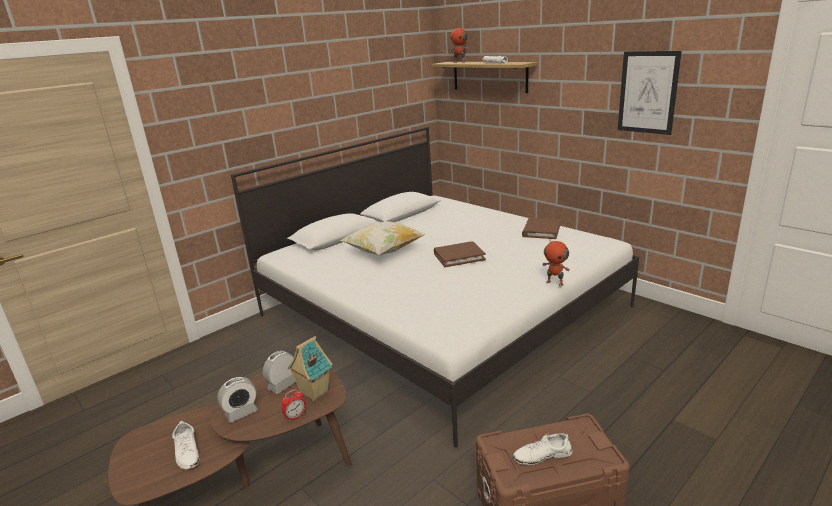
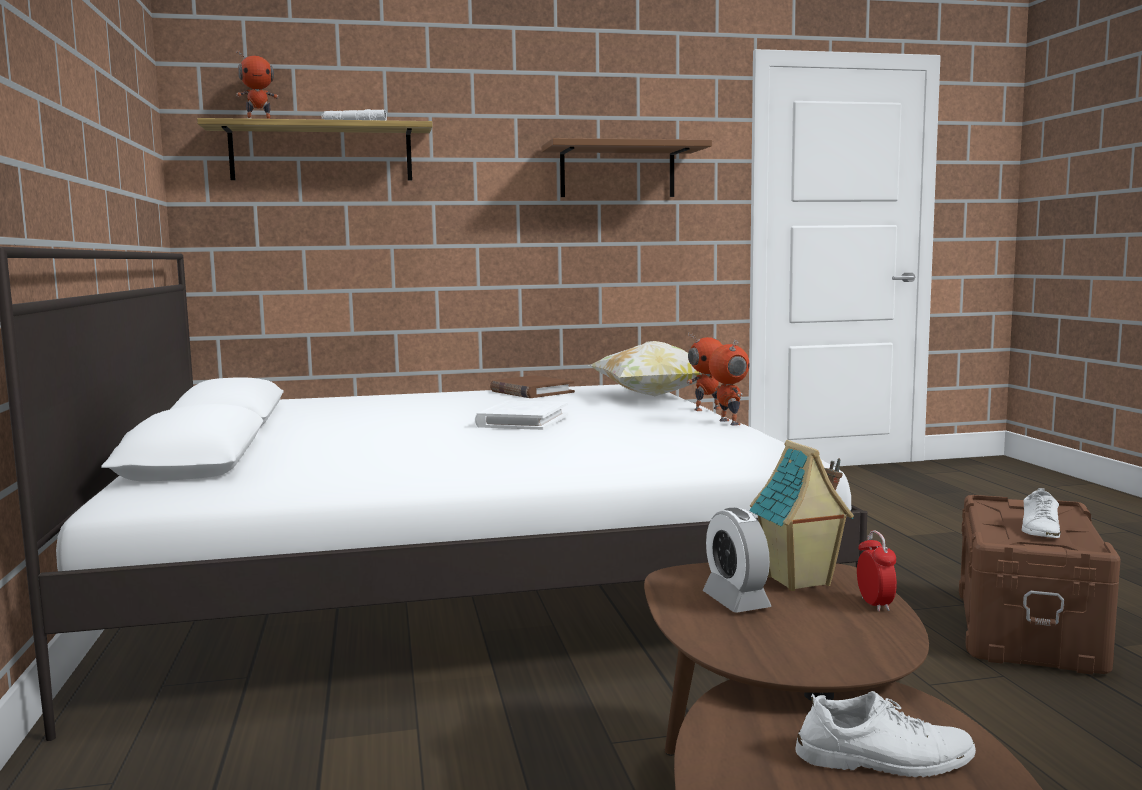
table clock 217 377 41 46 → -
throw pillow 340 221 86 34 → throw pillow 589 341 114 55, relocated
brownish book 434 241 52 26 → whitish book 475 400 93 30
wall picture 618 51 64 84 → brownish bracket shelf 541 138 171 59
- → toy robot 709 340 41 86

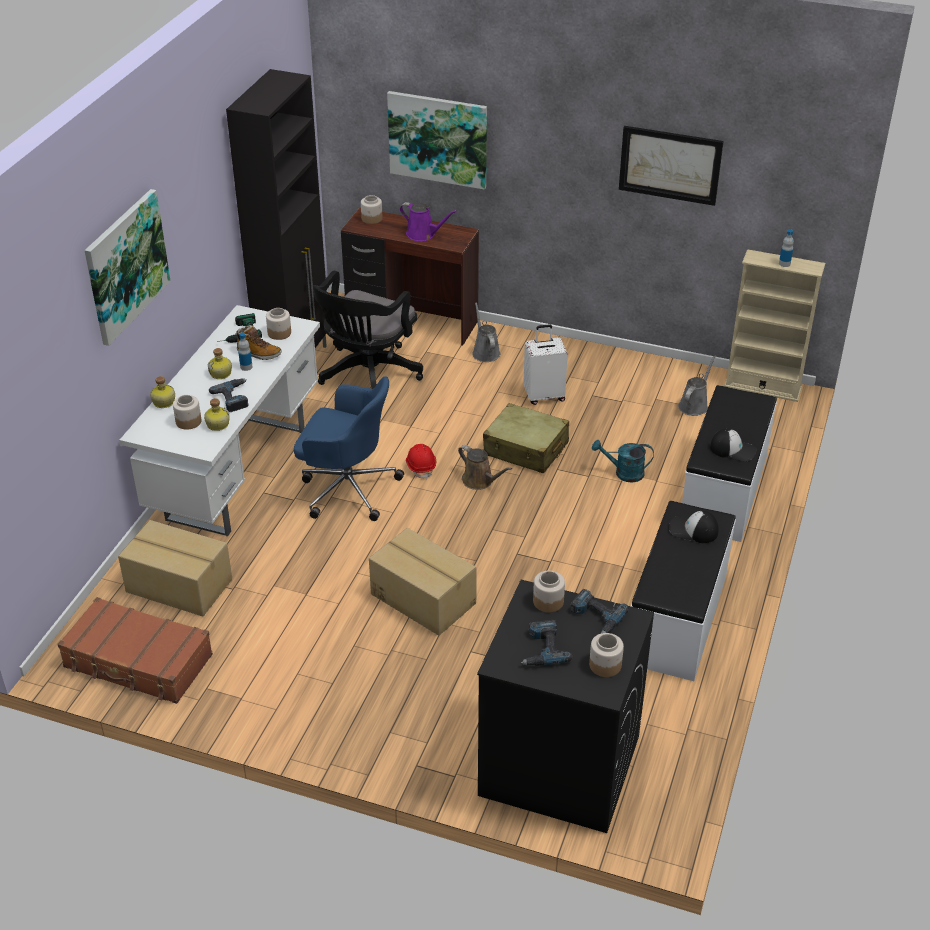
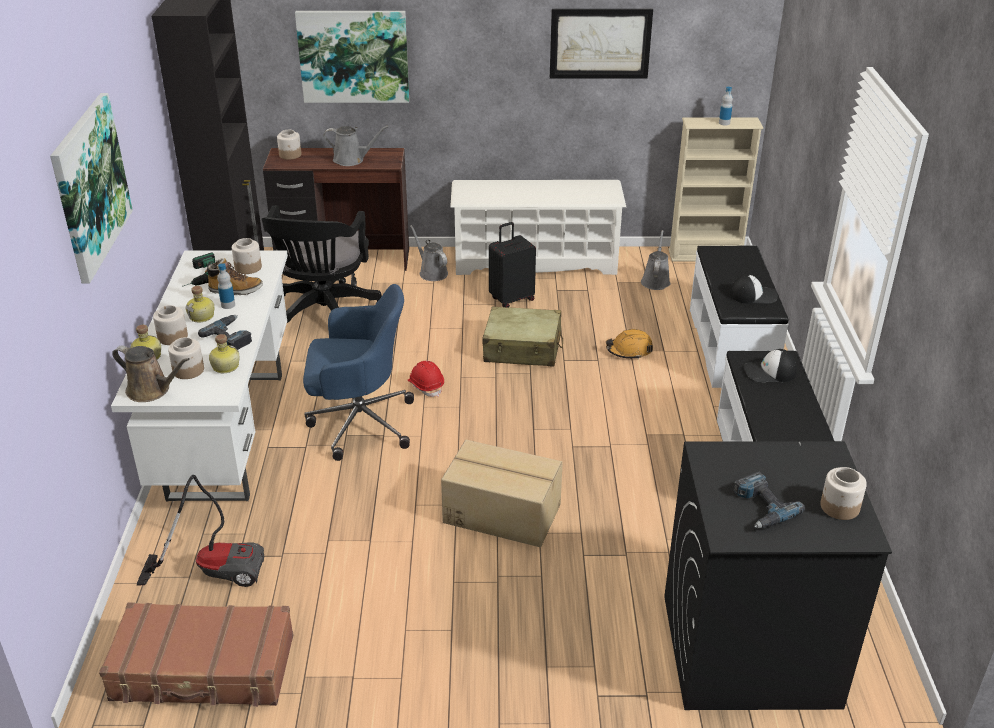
carton 118 520 114 96 → hoover 137 475 127 112
purplish watering can 400 202 57 39 → greyish watering can 323 126 66 40
brownish watering can 458 445 54 45 → brownish watering can 112 346 78 56, relocated
whitish piece of luggage 523 324 45 81 → black piece of luggage 489 222 47 85
storage jar 533 571 32 42 → storage jar 153 305 35 40, relocated
electric drill 570 589 59 44 → -
blue-green watering can 592 440 62 43 → orange safety helmet 606 329 47 30
- → whitish shoe rack 450 180 176 95

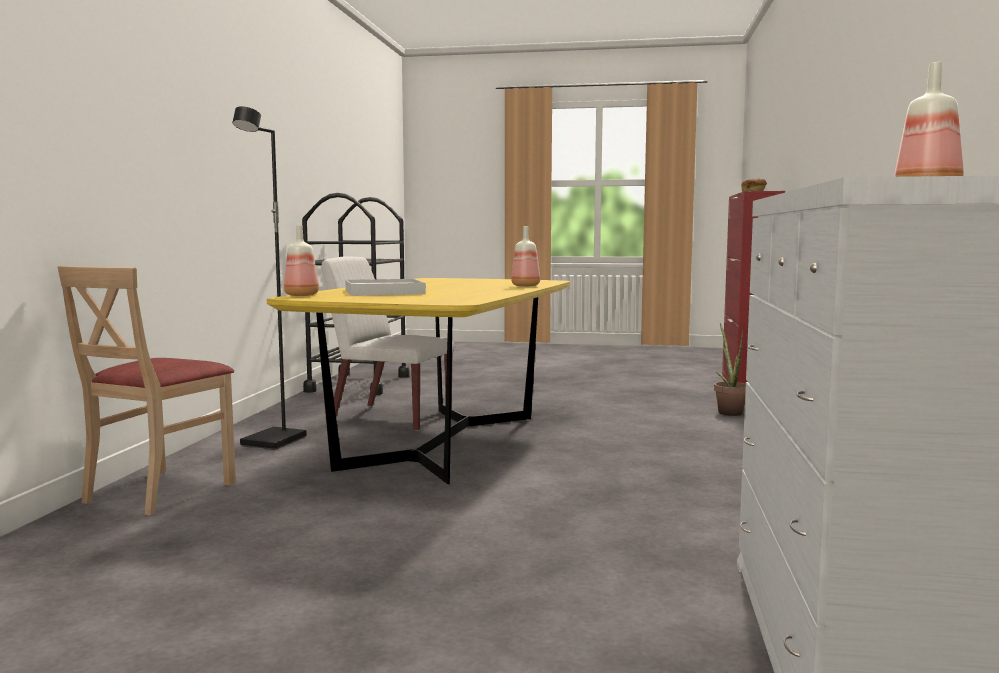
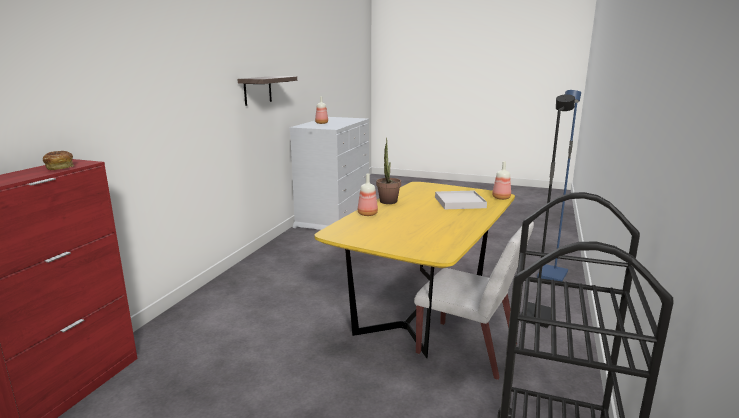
beige plain chair 58 266 178 249 → blue-coloured standard lamp 537 90 44 191
potted plant 714 323 32 93 → potted plant 376 138 25 66, relocated
- → bracket shelf 238 76 59 30

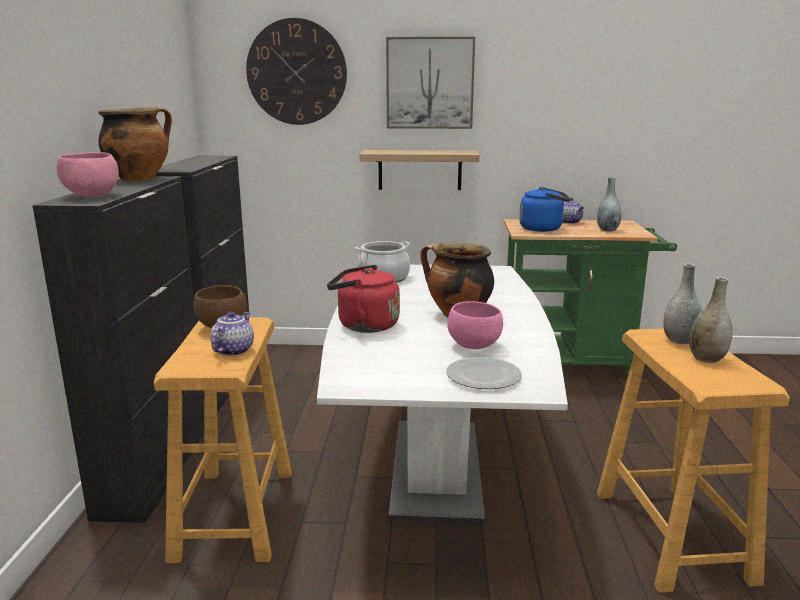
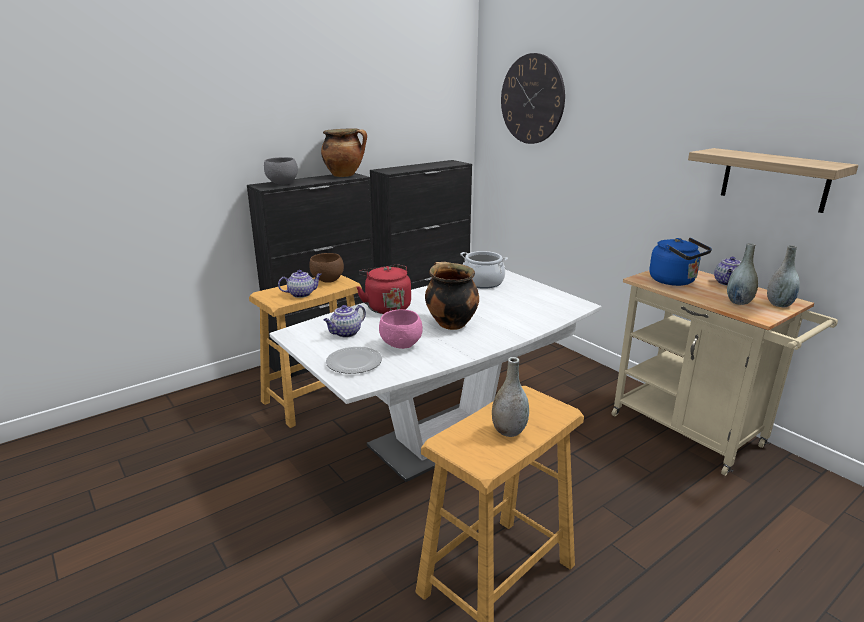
pink bowl 57 152 62 45 → greyish bowl 264 157 34 28
bracket shelf 359 150 121 40 → bracket shelf 688 148 171 65, relocated
wall picture 386 37 89 92 → -
greenish wheeled cart 504 219 173 160 → beige wheeled cart 612 270 226 206
greyish decorative vase 663 263 39 81 → greyish decorative vase 767 245 33 63, relocated
- → teapot 323 305 43 33

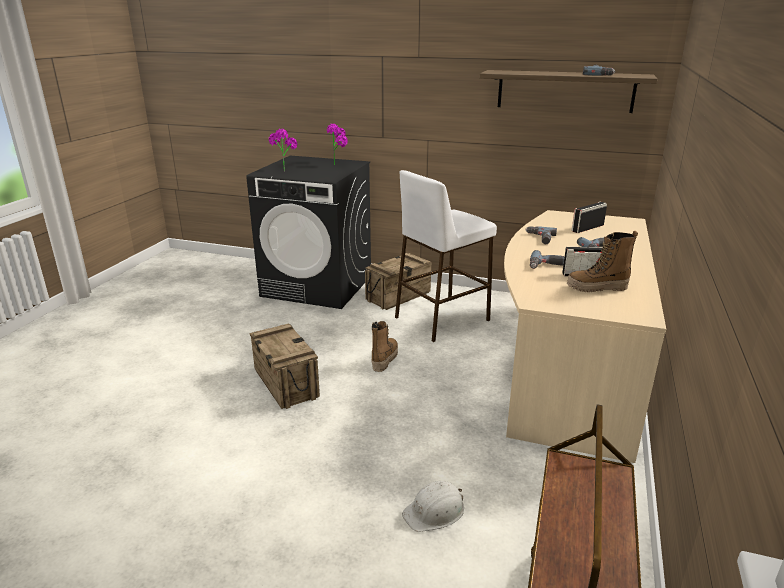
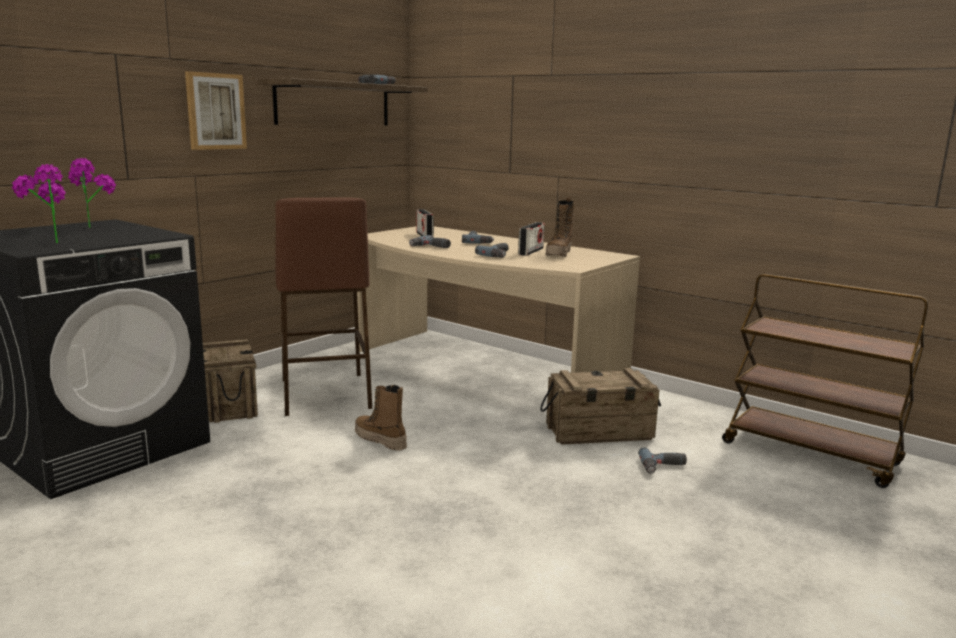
crate 250 323 70 86 → crate 540 368 121 77, relocated
whitish sitting stool 395 170 102 172 → brownish sitting stool 275 197 97 219
whitish safety helmet 402 481 62 51 → electric drill 638 447 49 27
- → wall picture 185 71 62 79

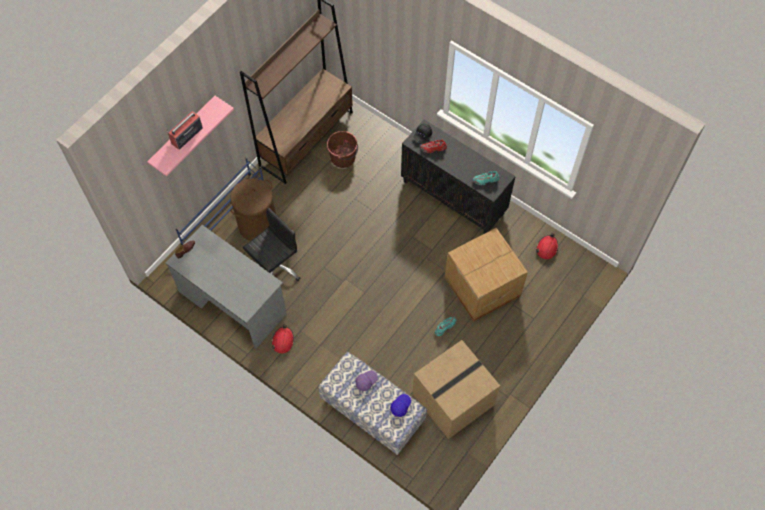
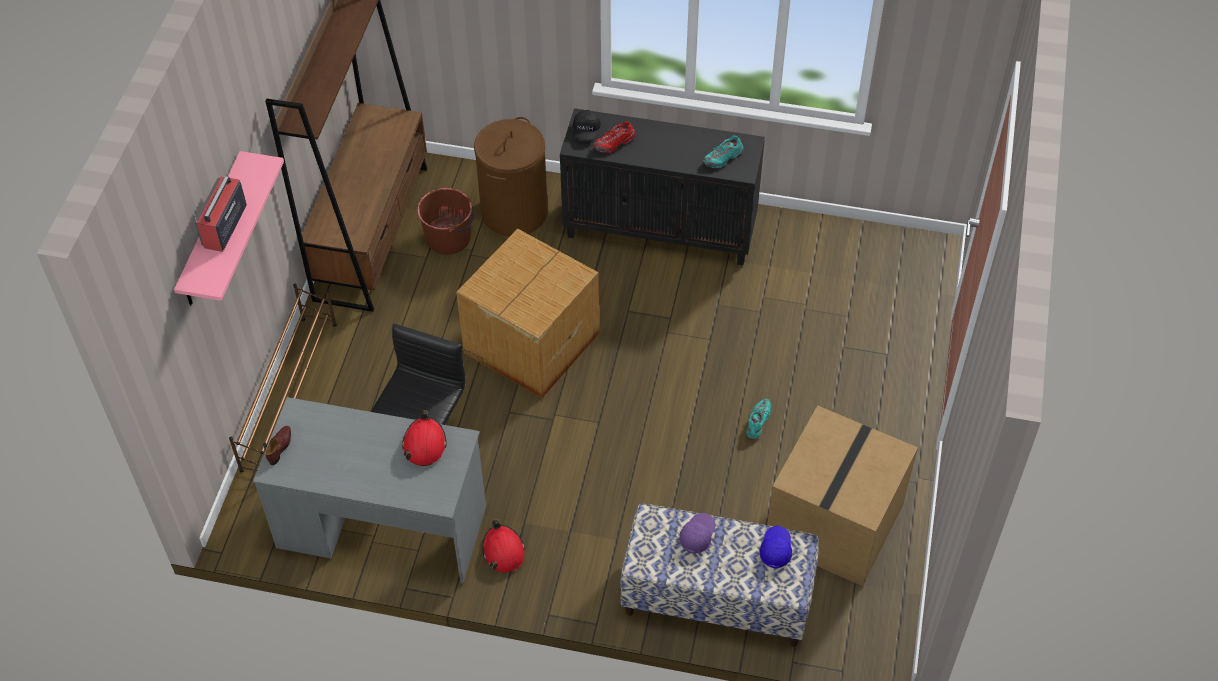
blue-coloured shoe rack 176 158 88 87 → brownish shoe rack 229 284 108 189
brownish laundry basket 230 178 46 63 → brownish laundry basket 474 117 74 119, relocated
carton 445 228 83 93 → carton 456 229 143 169, relocated
red safety helmet 536 233 22 26 → red safety helmet 402 410 45 56, relocated

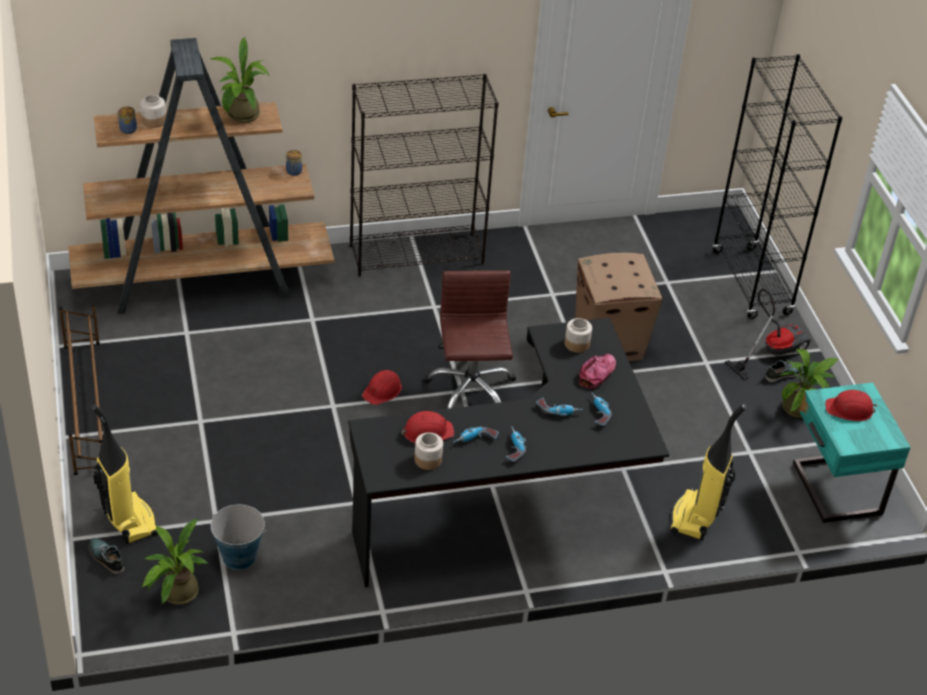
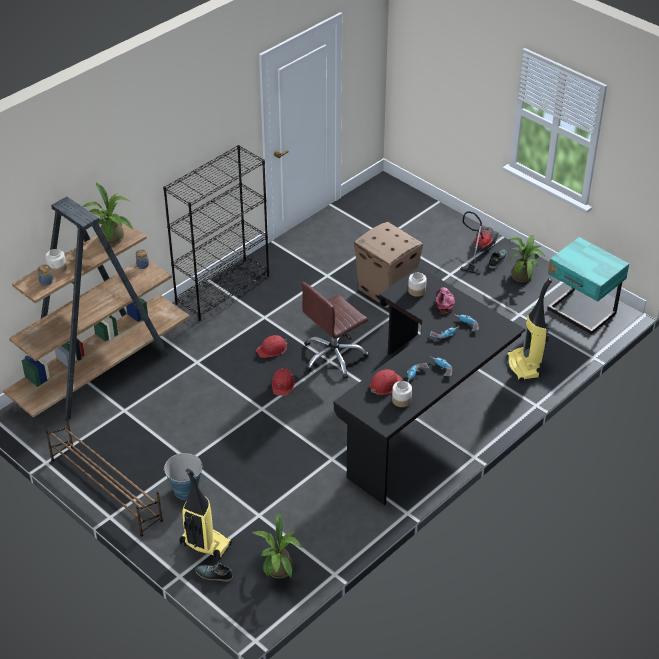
pail 211 504 56 66 → pail 164 453 39 47, relocated
brownish computer chair 424 271 92 138 → brownish computer chair 301 282 68 97, 90 degrees counterclockwise
black shelving unit 712 54 131 265 → -
red safety helmet 825 390 52 31 → red safety helmet 256 335 31 23, relocated

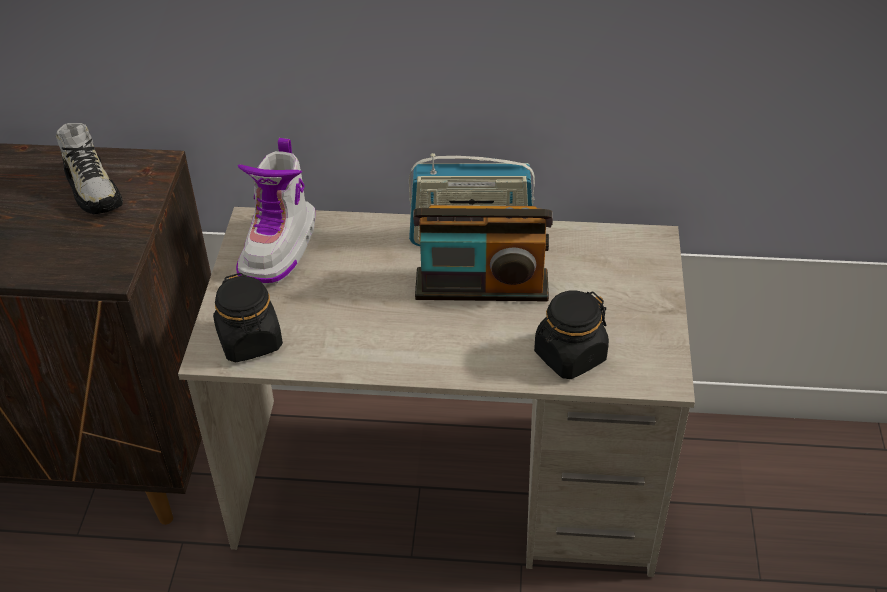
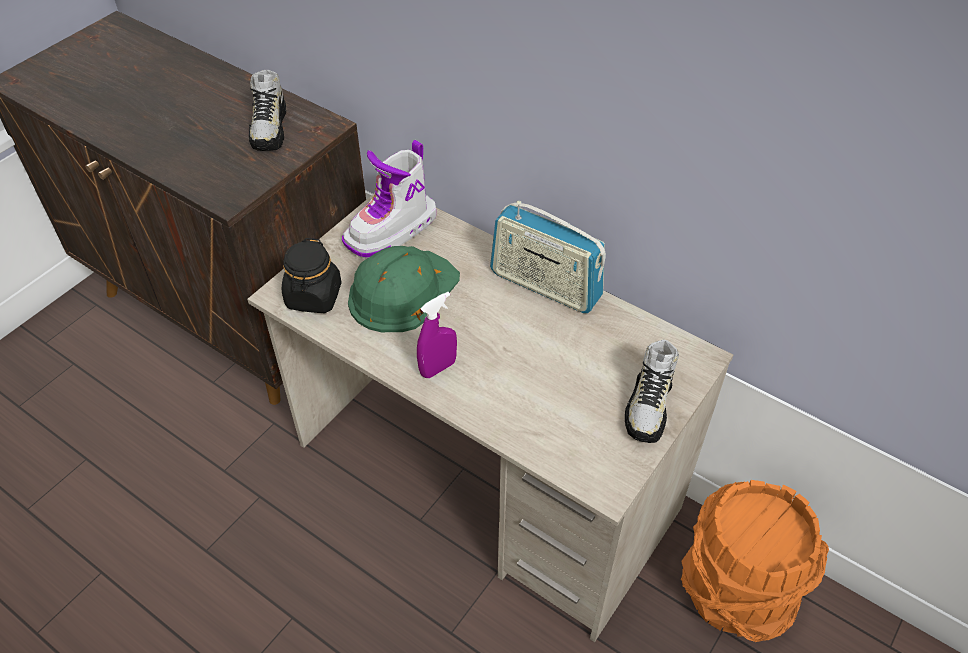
radio set 413 205 140 96 → -
black storage jar 534 291 75 88 → -
- → greenish safety helmet 348 246 112 86
- → purplish hand sprayer 417 292 40 86
- → low shoe 625 339 54 104
- → orange pail 681 480 148 162

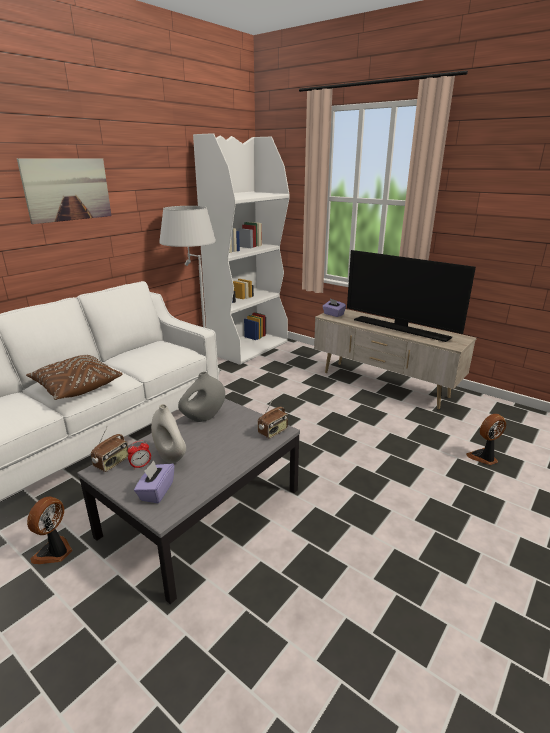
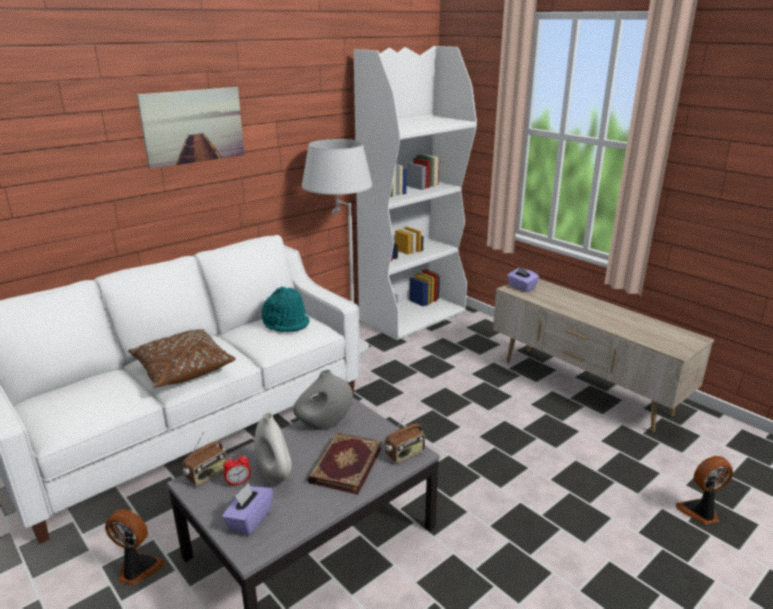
fan 27 497 45 67 → fan 105 509 60 76, 75 degrees clockwise
television 347 250 129 92 → -
- → blue-green clothing hat 261 286 49 46
- → book 308 433 74 62

